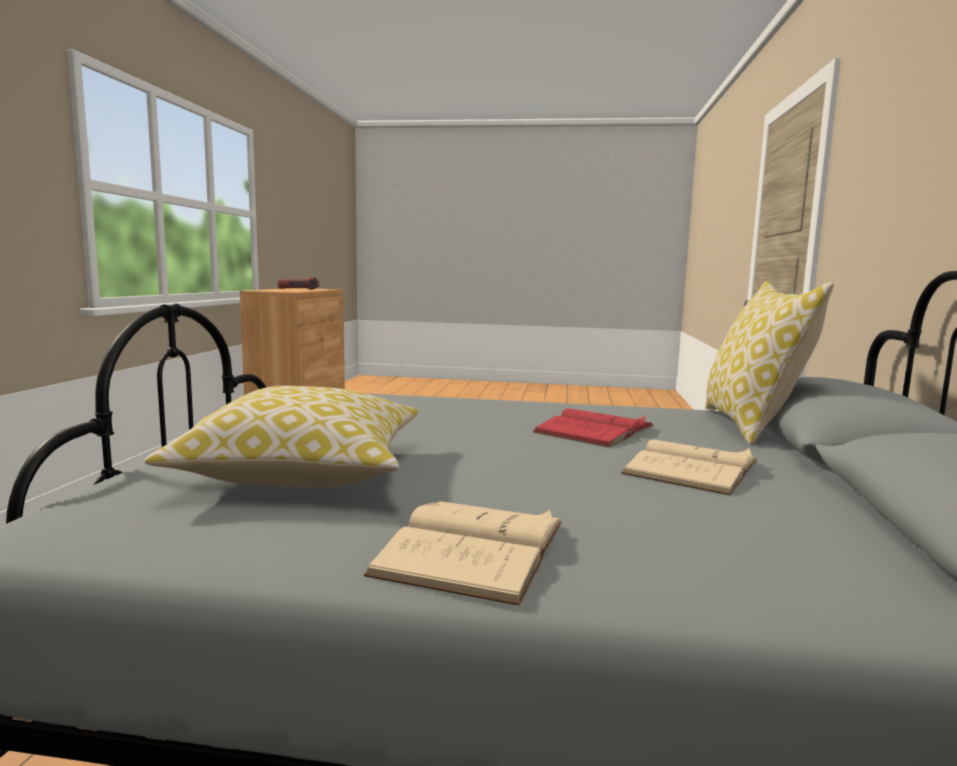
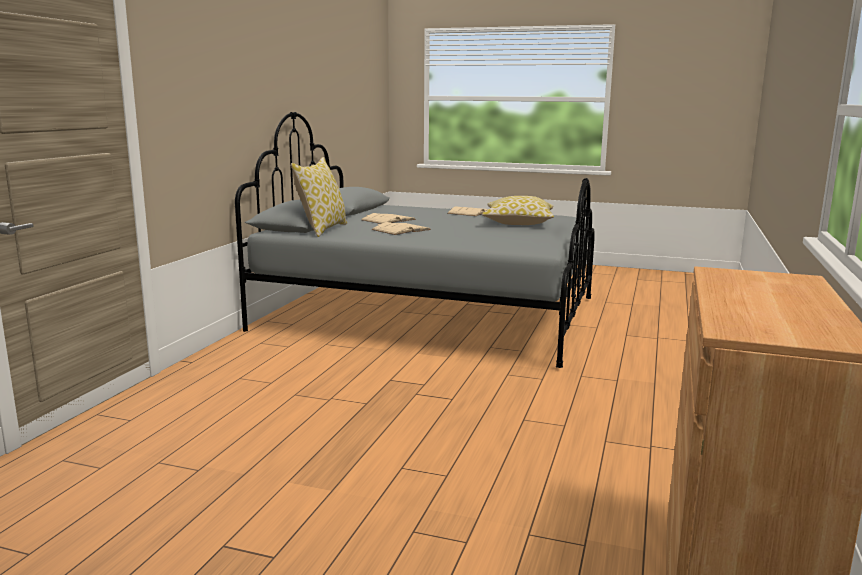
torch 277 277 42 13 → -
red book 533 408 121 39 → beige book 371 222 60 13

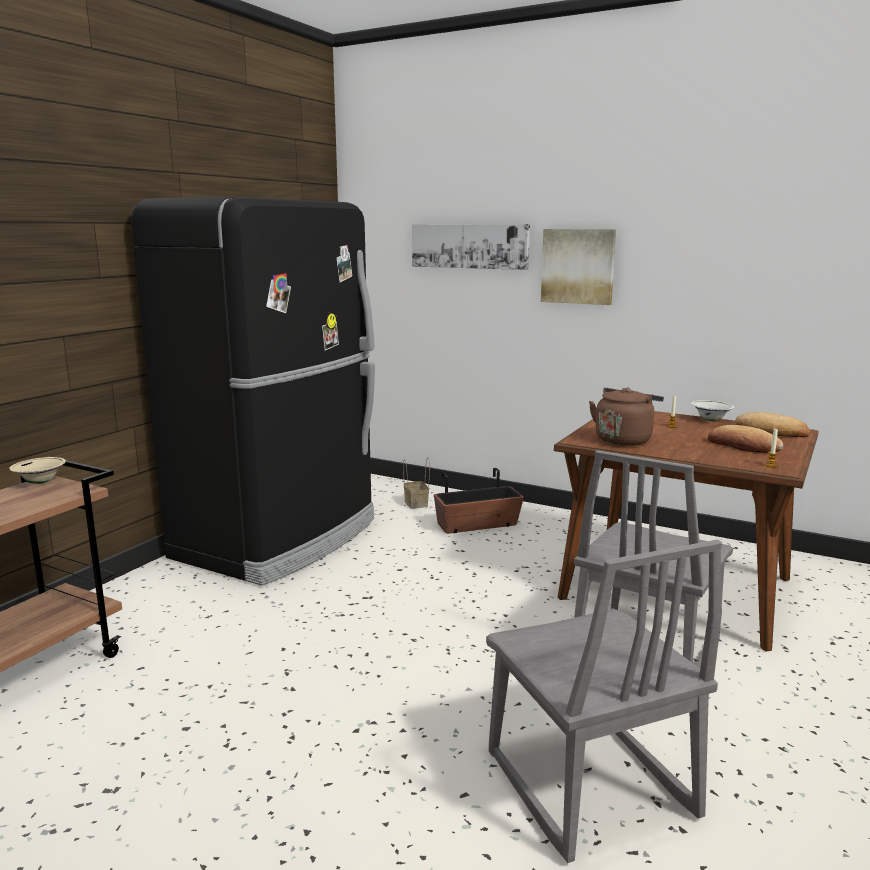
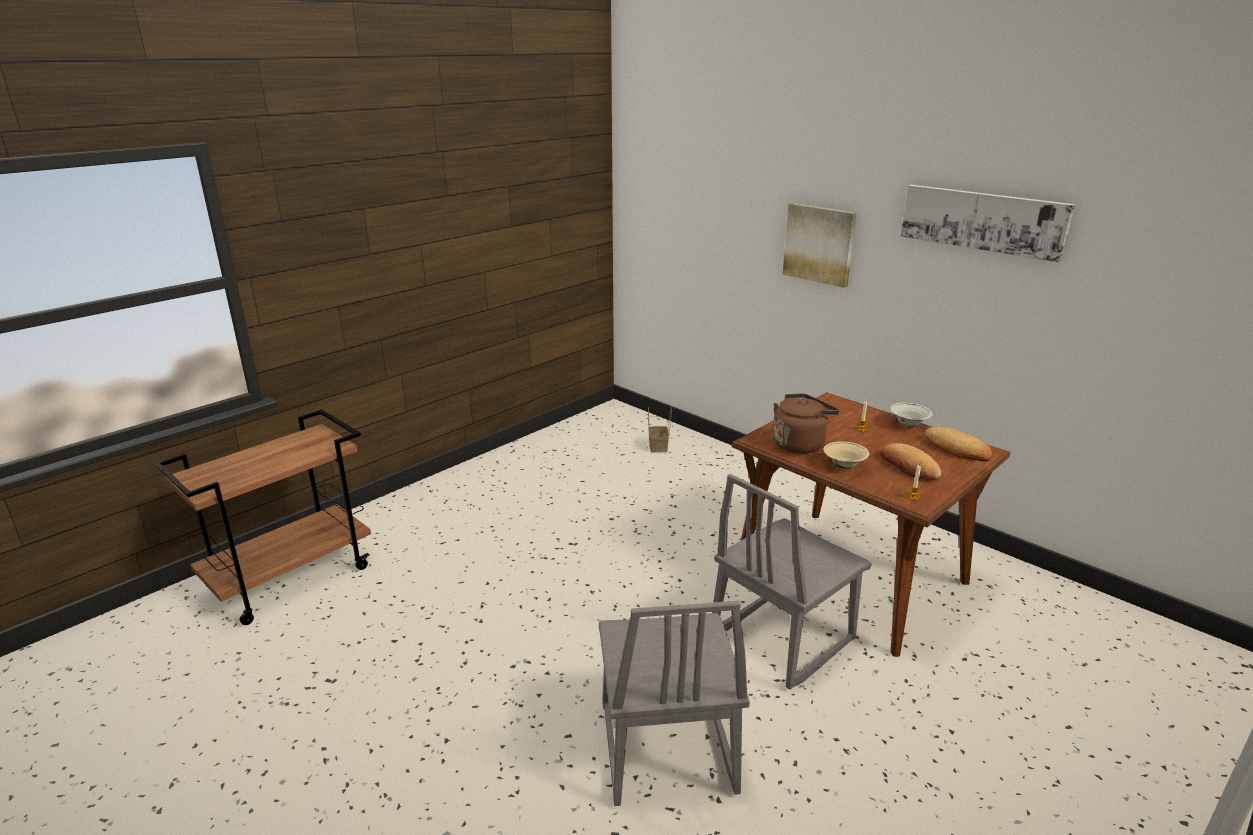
beige bowl 9 457 57 27 → beige bowl 823 441 46 28, relocated
black fridge 131 197 244 389 → -
wall picture 412 224 118 46 → wall picture 901 185 174 77, relocated
flower pot 434 468 90 66 → -

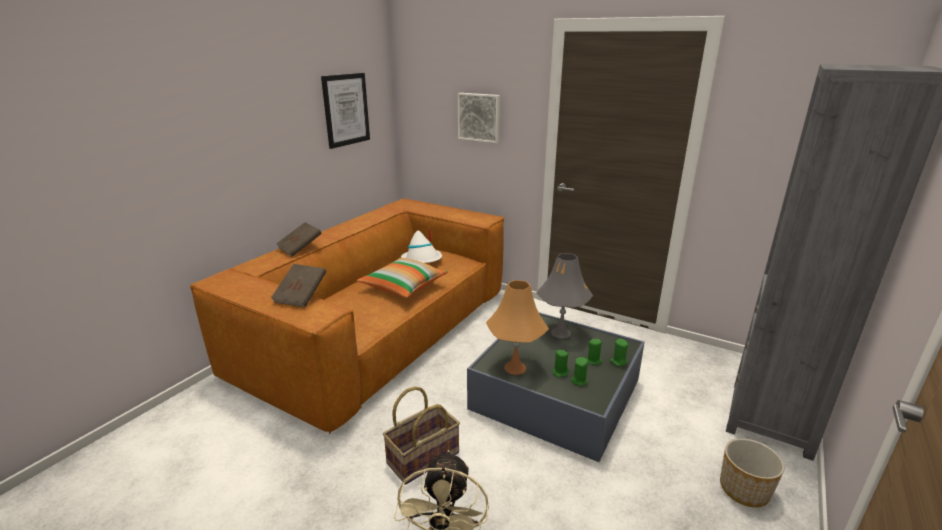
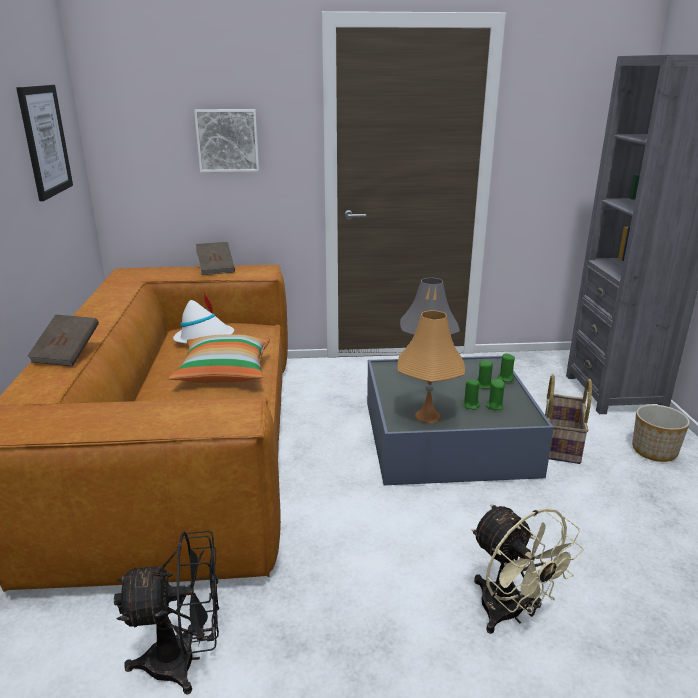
brownish book 271 264 55 44 → brownish book 196 242 39 33, relocated
storage basket 383 386 77 99 → storage basket 545 374 47 90, relocated
- → black fan 114 531 105 164

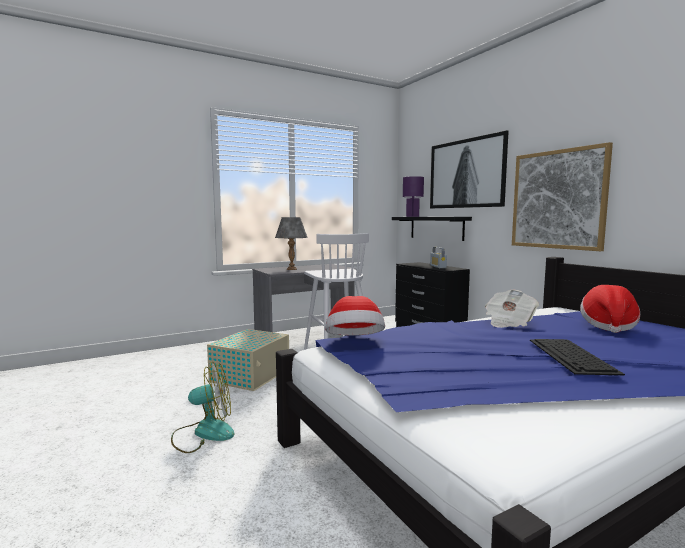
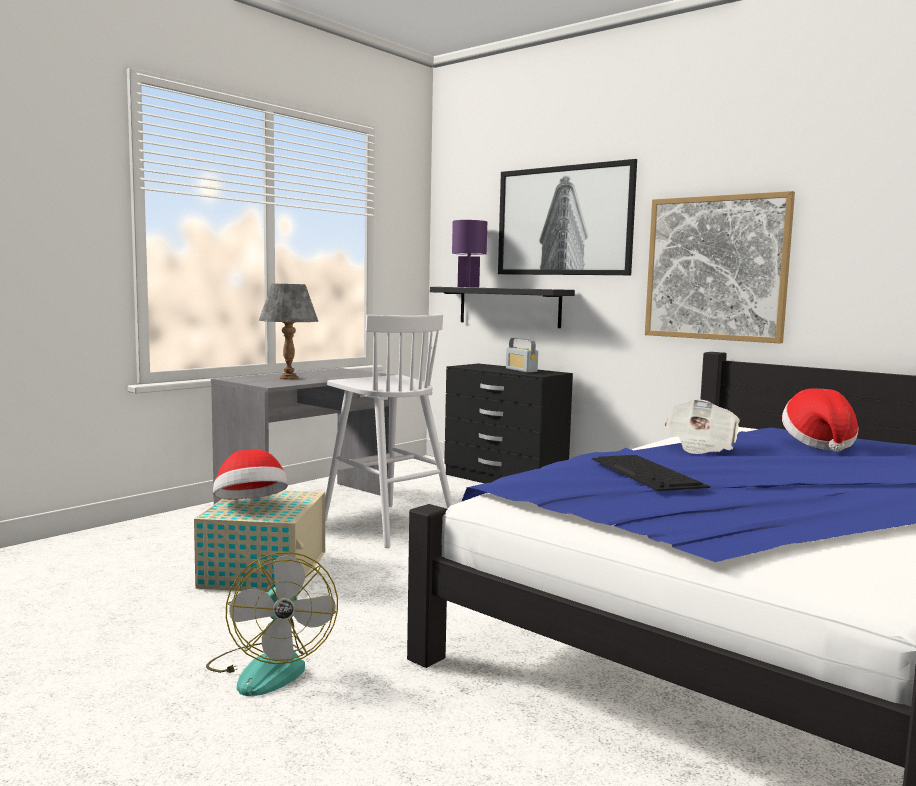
fan 171 362 63 91 → fan 206 552 132 144, 105 degrees clockwise
clothing hat 325 296 60 39 → clothing hat 213 449 75 50, relocated
keyboard 530 339 95 36 → keyboard 592 455 118 36, relocated

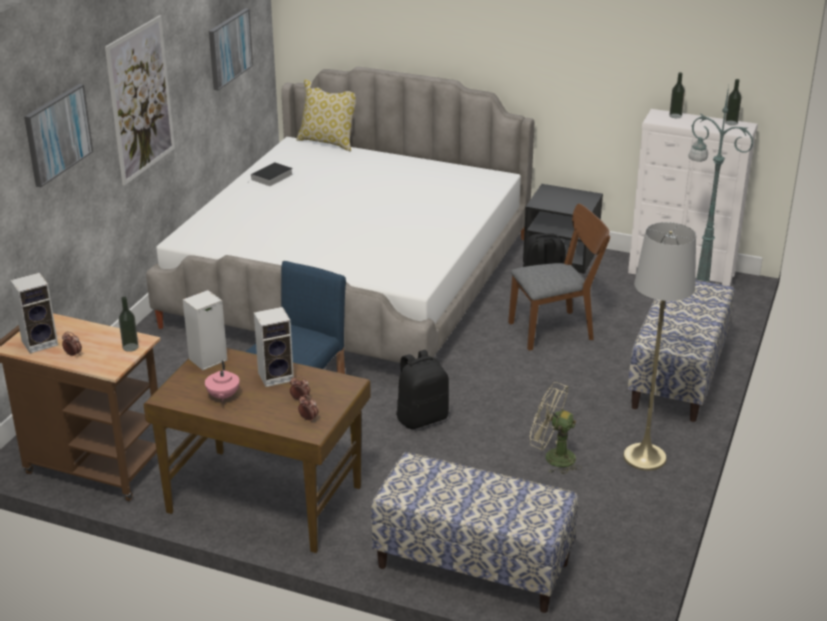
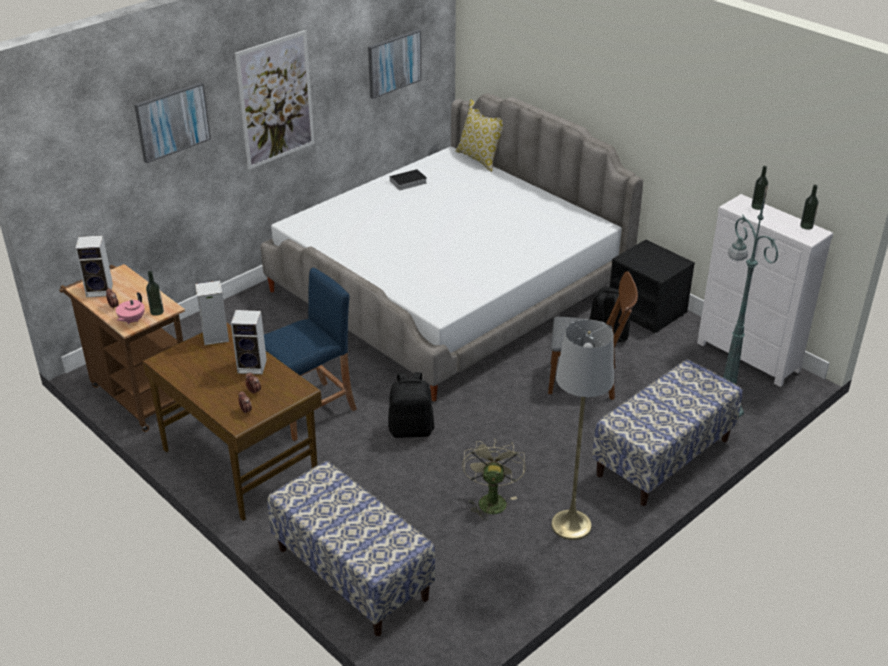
pink teapot 205 361 34 41 → pink teapot 116 292 29 33, relocated
beige fan 530 382 52 92 → beige fan 462 438 64 82, 45 degrees clockwise

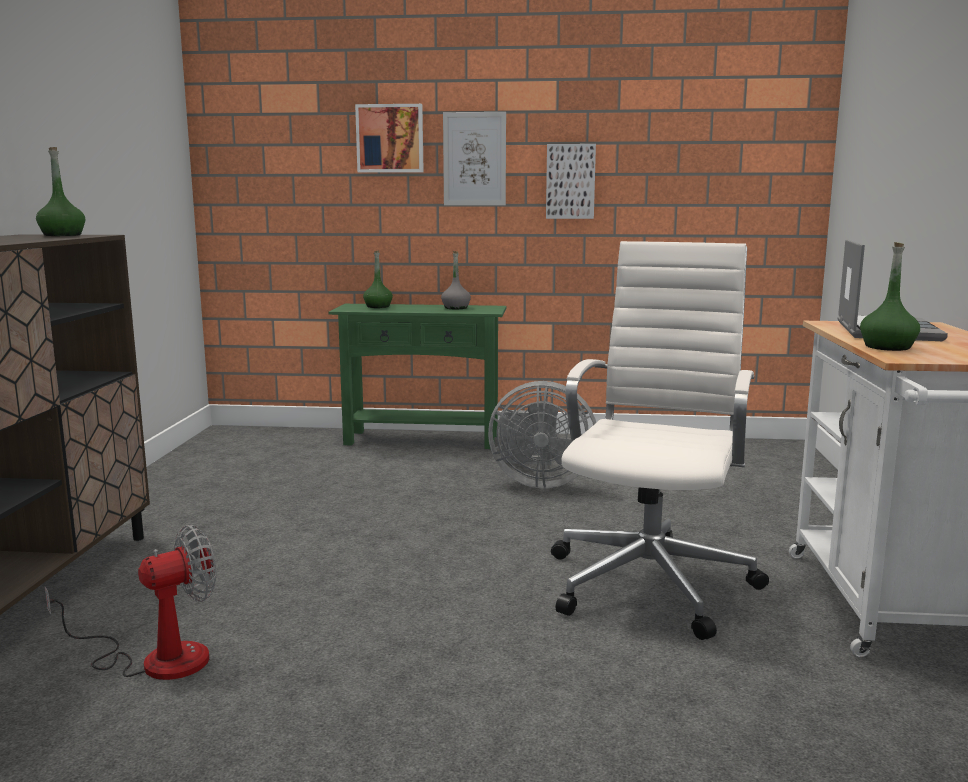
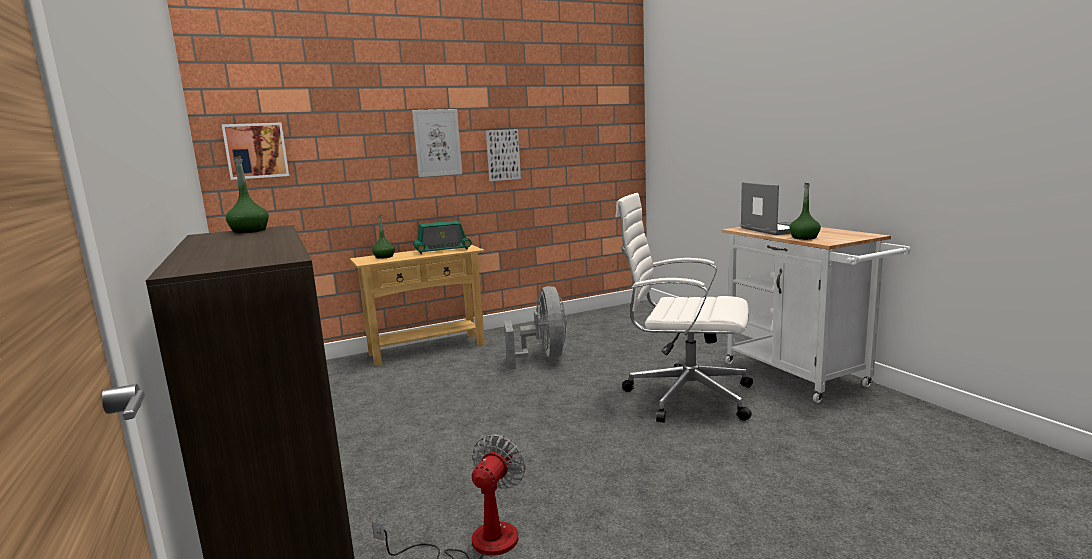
greenish narrow table 329 304 177 145 → beige narrow table 350 245 135 121
wall picture 355 104 69 69 → wall picture 221 123 68 57, relocated
greyish beverage bottle 441 251 30 58 → radio set 413 220 59 34
greyish fan 488 381 108 107 → greyish fan 504 286 63 84, 75 degrees counterclockwise
whitish computer chair 551 241 218 399 → whitish computer chair 616 193 137 230, 60 degrees counterclockwise

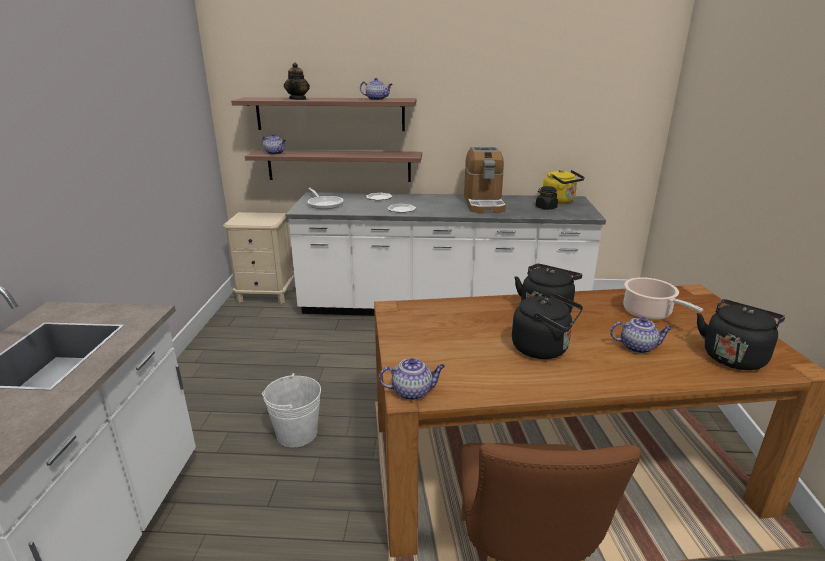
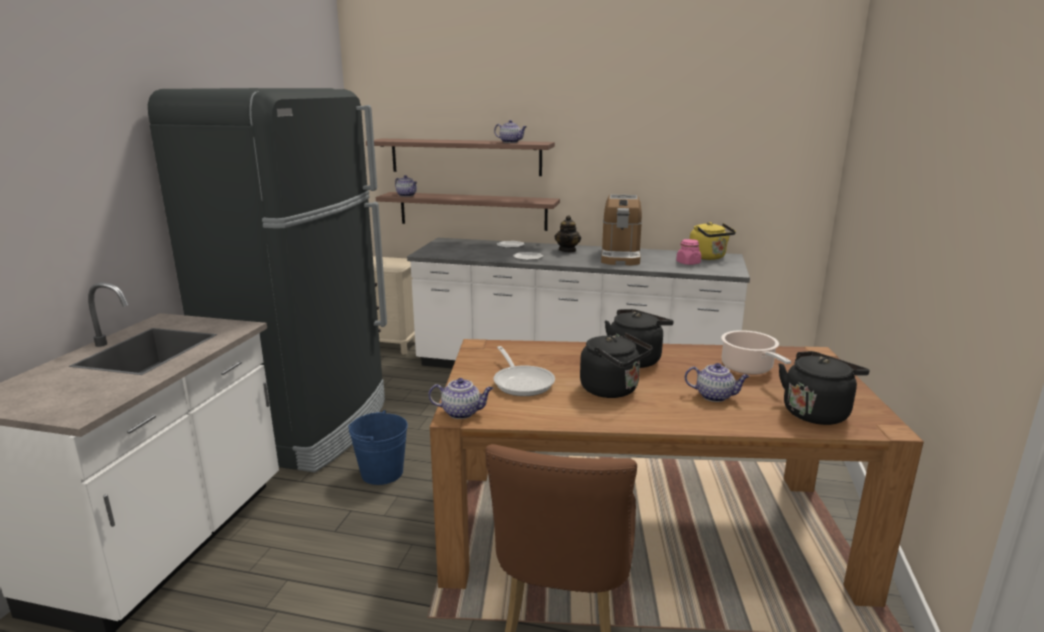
whitish pail 262 373 59 75 → blue-coloured pail 348 410 60 75
teapot 284 63 26 37 → teapot 555 215 26 37, relocated
frying pan 308 188 35 21 → frying pan 493 346 62 50, relocated
black storage jar 535 186 23 24 → pink storage jar 676 239 25 26
- → black fridge 148 88 239 384

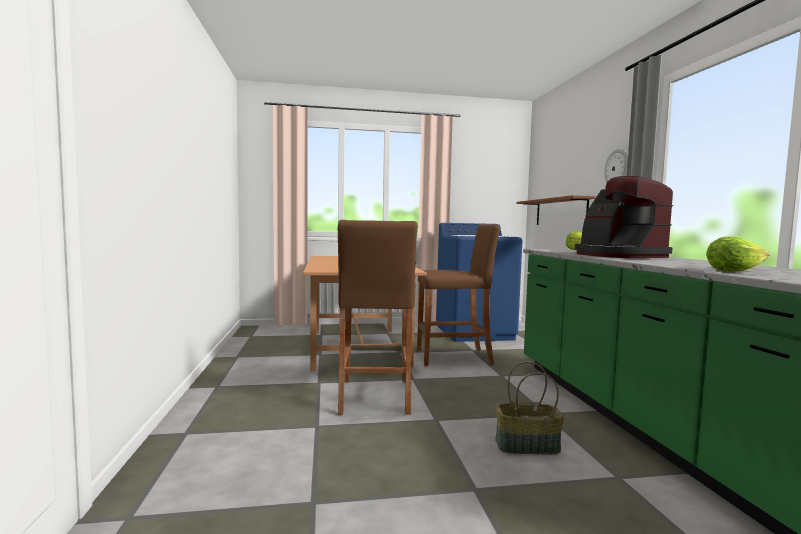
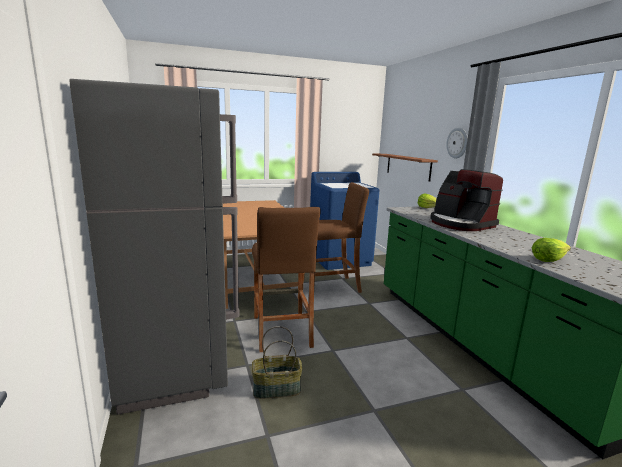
storage basket 495 361 69 93 → storage basket 252 326 51 73, relocated
- → greyish fridge 70 79 170 335

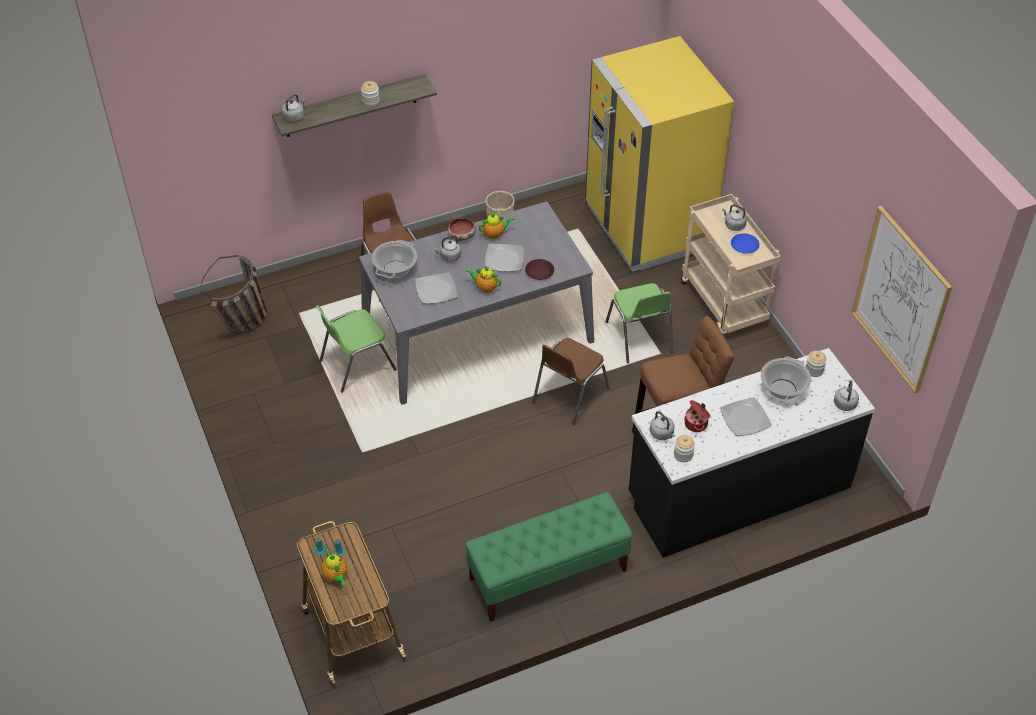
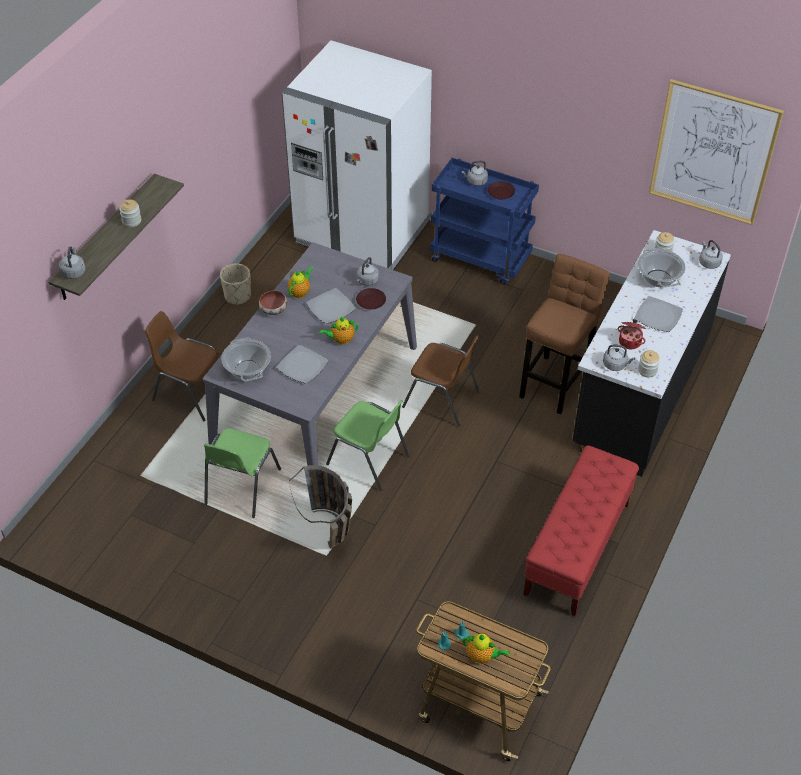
storage basket 200 255 67 78 → storage basket 289 465 63 84, relocated
greyish kettle 433 235 28 27 → greyish kettle 357 257 22 29, relocated
greenish indoor bench 465 492 167 130 → red indoor bench 523 445 116 171
brownish plain chair 532 338 78 87 → brownish plain chair 402 336 78 91, 60 degrees counterclockwise
yellow fridge 585 36 149 236 → whitish fridge 282 40 150 230
greenish plain chair 605 283 68 80 → greenish plain chair 326 400 84 91, relocated
beige wheeled cart 681 194 100 141 → blue-coloured wheeled cart 430 158 109 127
blue-coloured dinner plate 731 233 29 21 → brownish dinner plate 488 181 27 18

